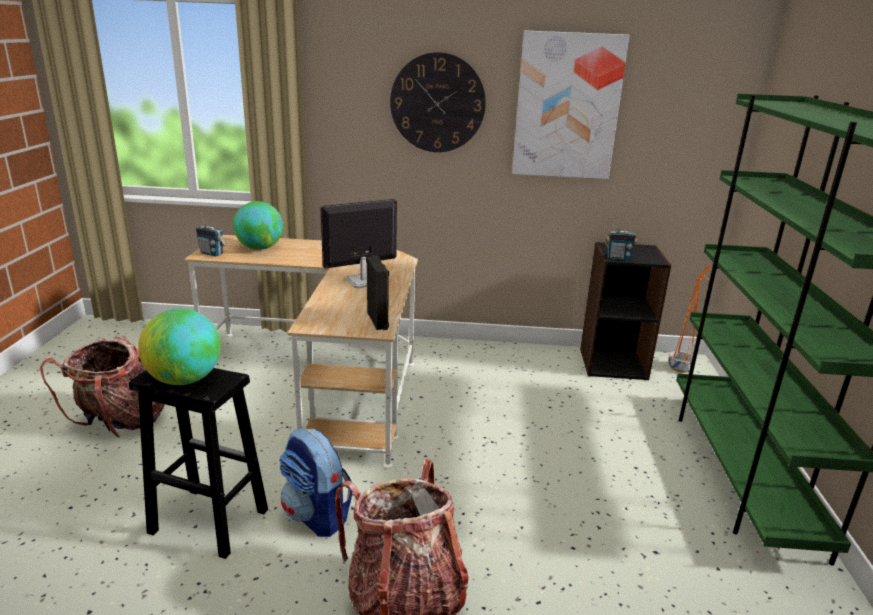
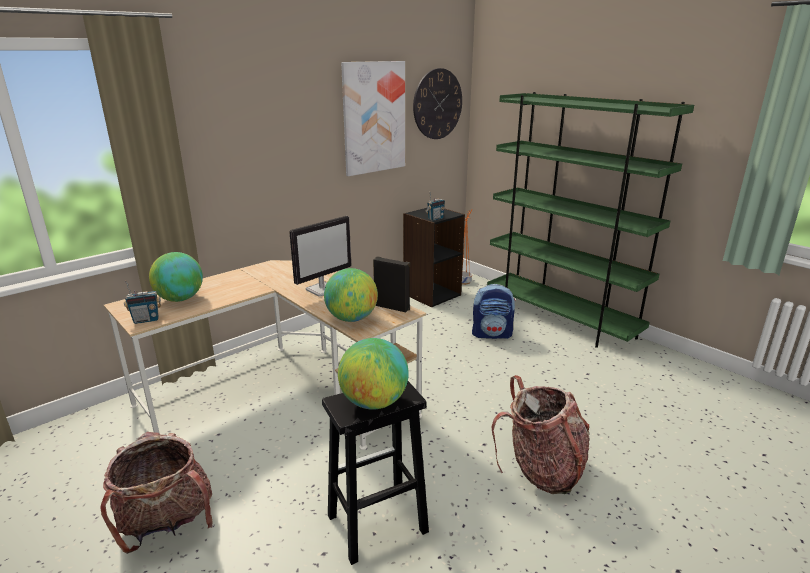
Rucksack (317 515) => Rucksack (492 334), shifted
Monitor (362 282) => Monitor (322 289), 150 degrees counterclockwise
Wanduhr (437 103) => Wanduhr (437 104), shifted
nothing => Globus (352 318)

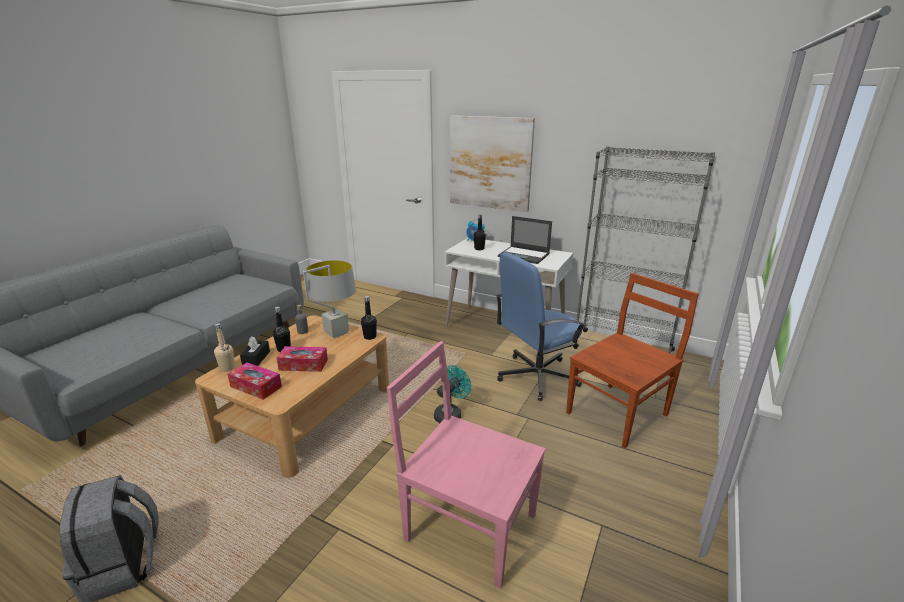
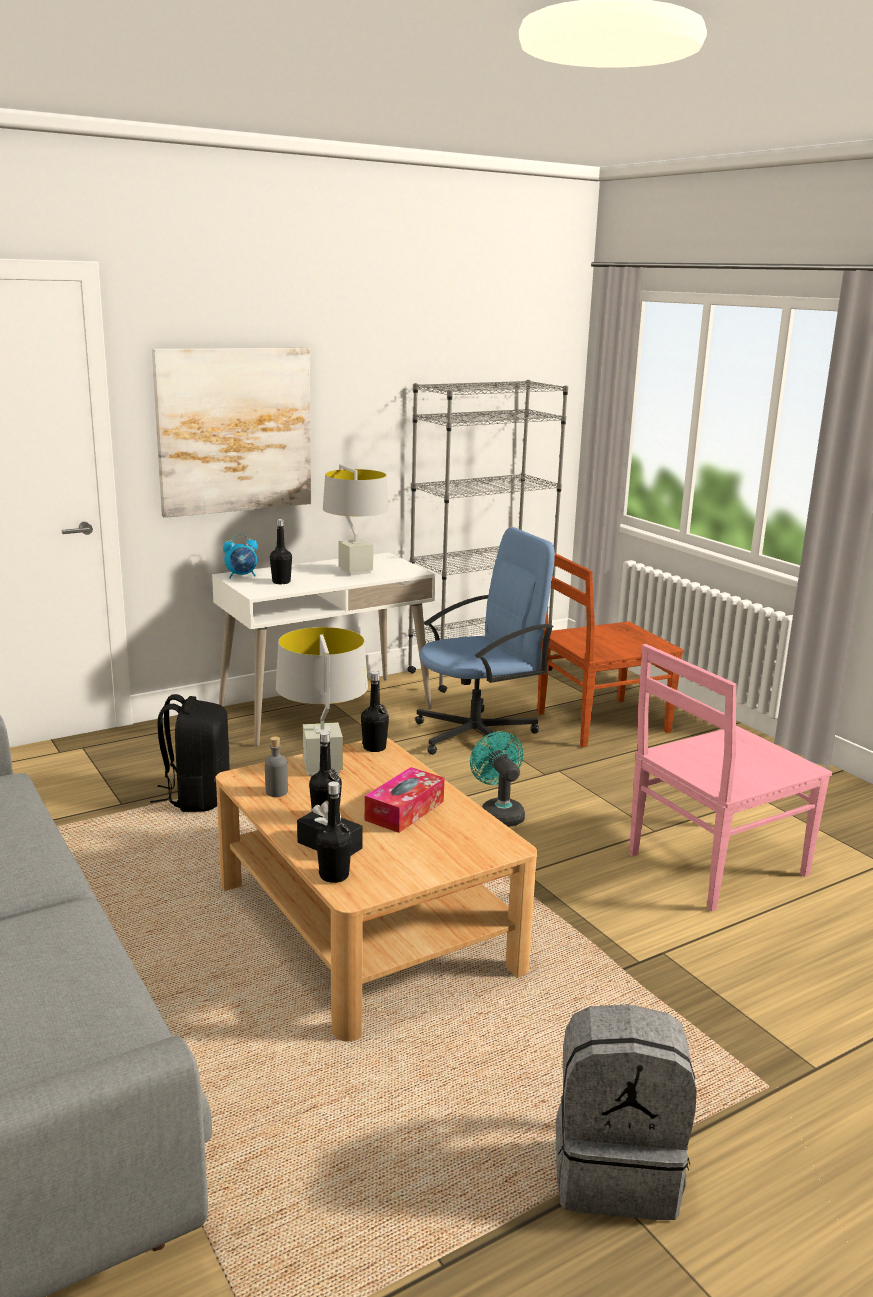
Flasche [beige] (227 368) => Flasche [schwarz] (334 875)
Taschentuchbox (256 386) => nothing
Bürostuhl [blau] (536 376) => Bürostuhl [blau] (477 735), 120 degrees counterclockwise
Laptop (524 255) => Tischlampe [grau] (355 571)
Stuhl [braun] (618 413) => Stuhl [braun] (599 723), 105 degrees counterclockwise
nothing => Rucksack [schwarz] (197 797)

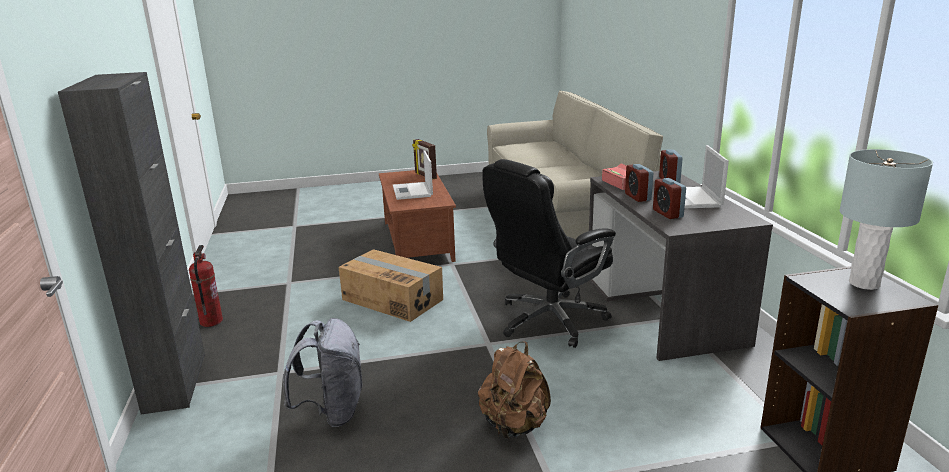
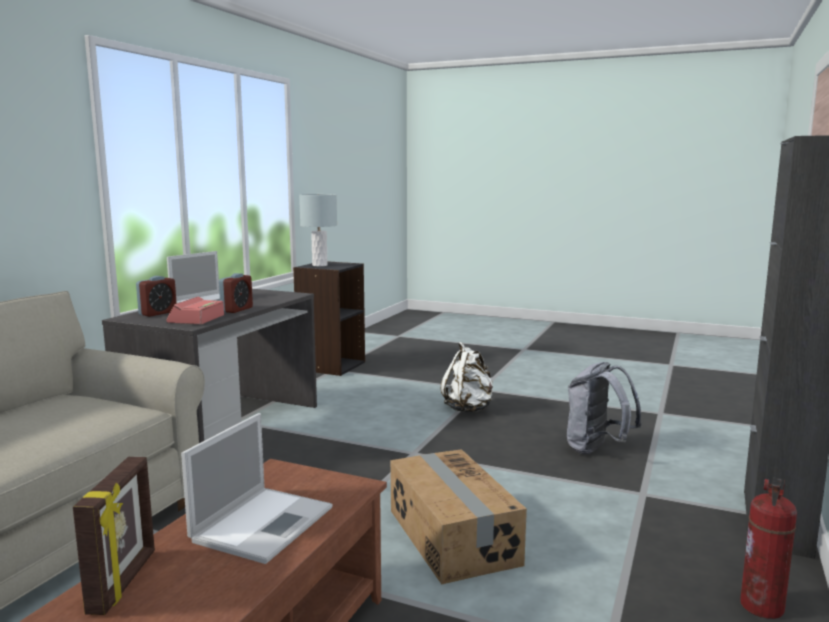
Rucksack [braun] (514 426) => Rucksack [weiß] (469 409)
Bürostuhl [schwarz] (548 320) => nothing
Wecker (667 213) => nothing

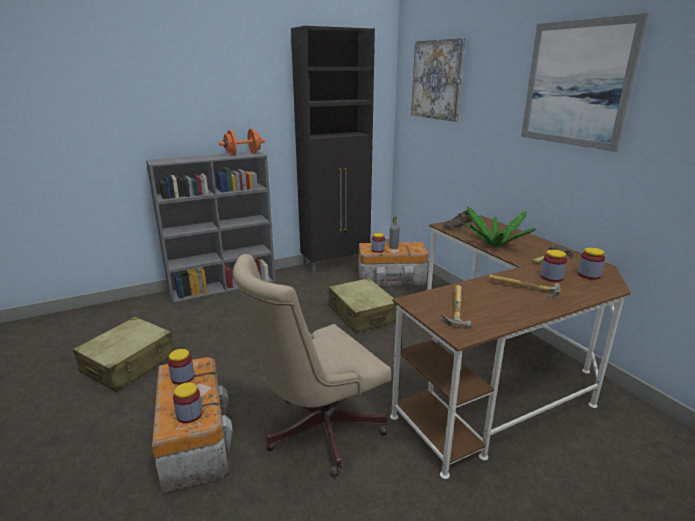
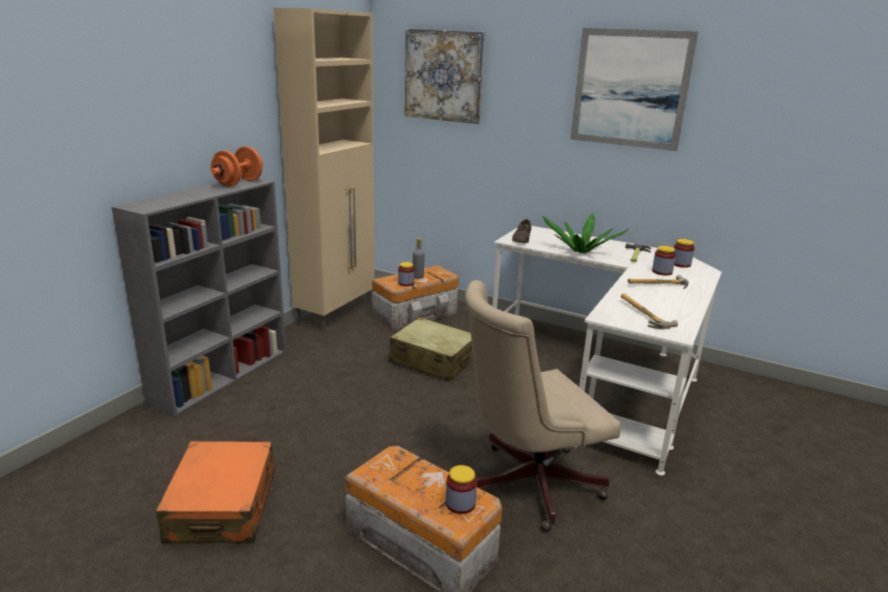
Koffer [beige] (129 364) => Koffer [orange] (223 506)
Vorratsglas (183 377) => nothing
Bürostuhl [beige] (316 431) => Bürostuhl [beige] (526 484), 45 degrees clockwise
Schrank [schwarz] (336 265) => Schrank [beige] (336 314)
Schreibtisch [braun] (495 370) => Schreibtisch [weiß] (604 375)

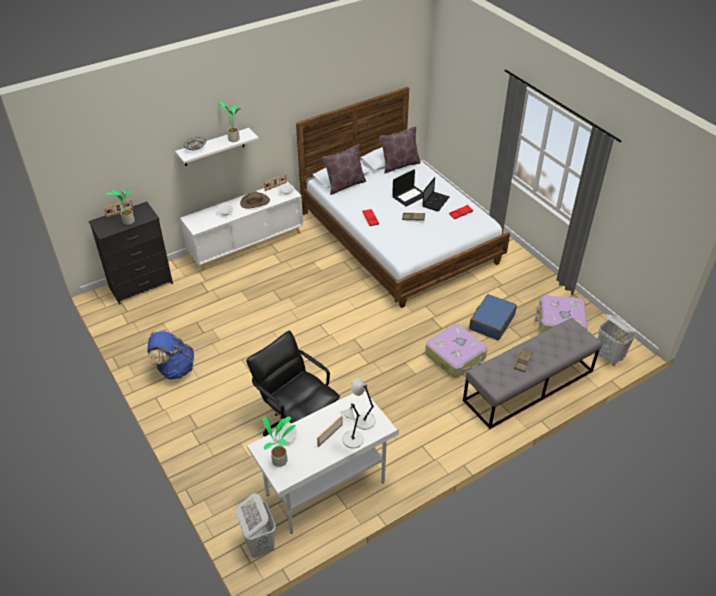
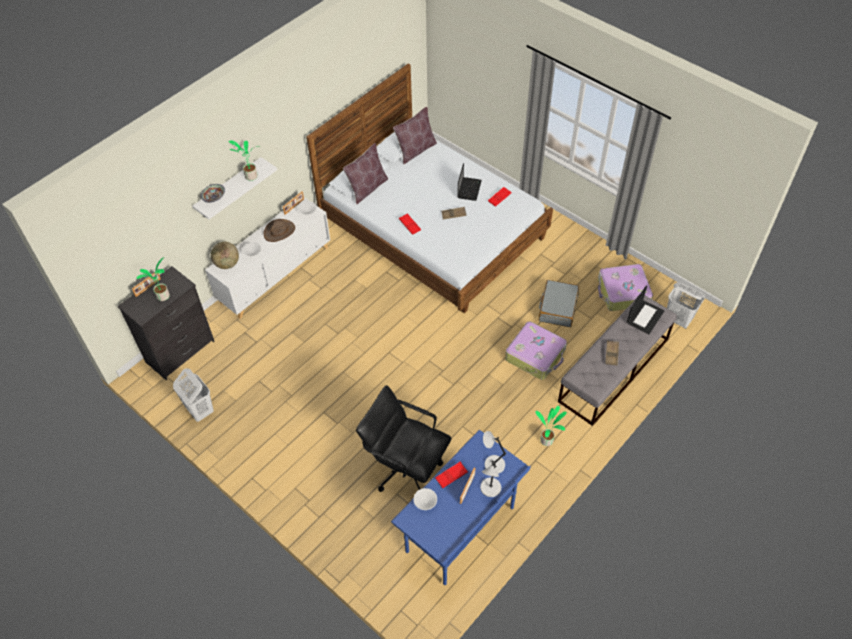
Rucksack [blau] (174 368) => nothing
Wäschekorb [weiß] (259 544) => Wäschekorb [weiß] (200 410), shifted
Schreibtisch [weiß] (326 489) => Schreibtisch [blau] (460 530)
Topfpflanze (281 461) => Topfpflanze (547 440), shifted
Laptop (409 196) => Laptop (645 316), shifted
Koffer [blau] (491 322) => Koffer [grau] (557 308)
nothing => Globus (227 264)
nothing => Tablett [rot] (451 476)

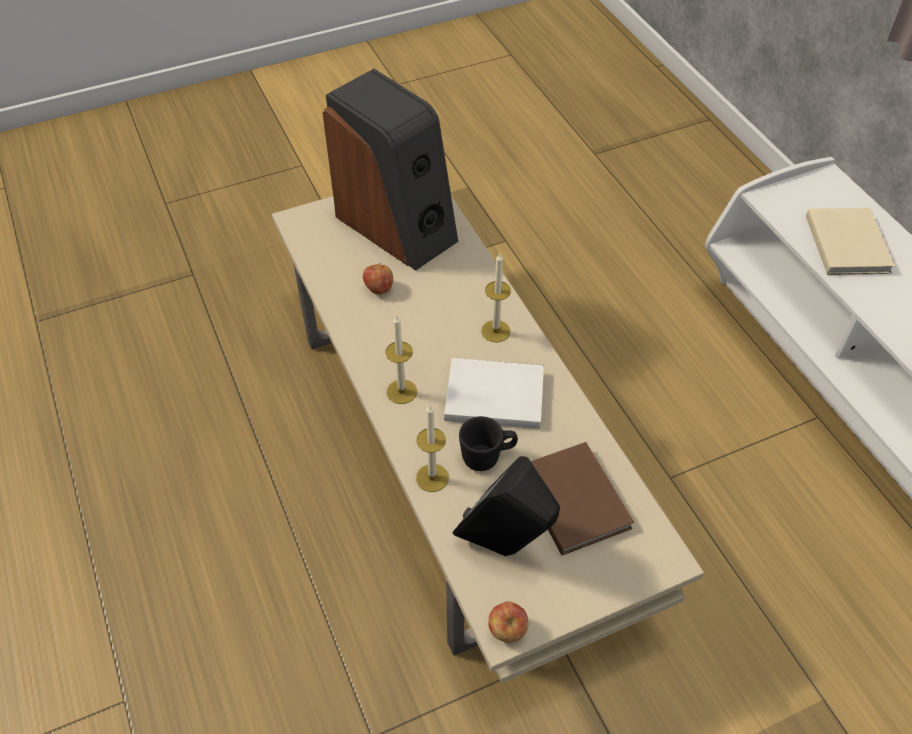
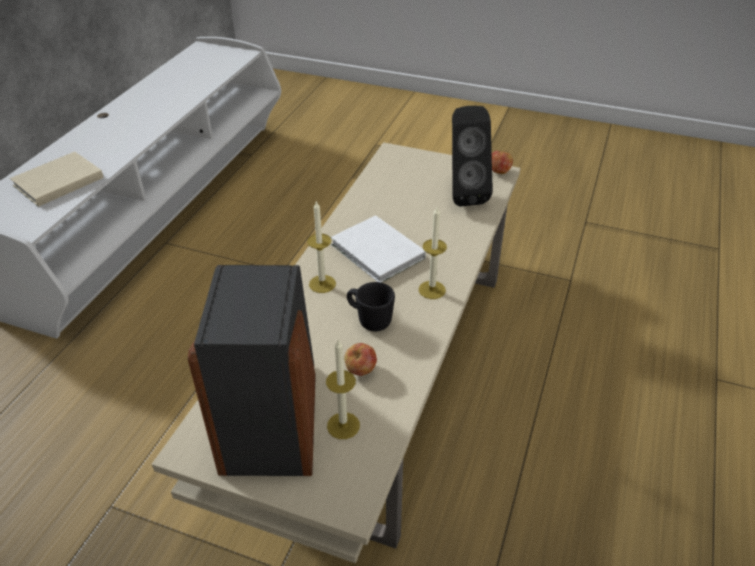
Kerze (432 477) => Kerze (343 425), shifted
Henkelbecher [schwarz] (487 457) => Henkelbecher [schwarz] (369 320), shifted
Buch [braun] (573 497) => nothing

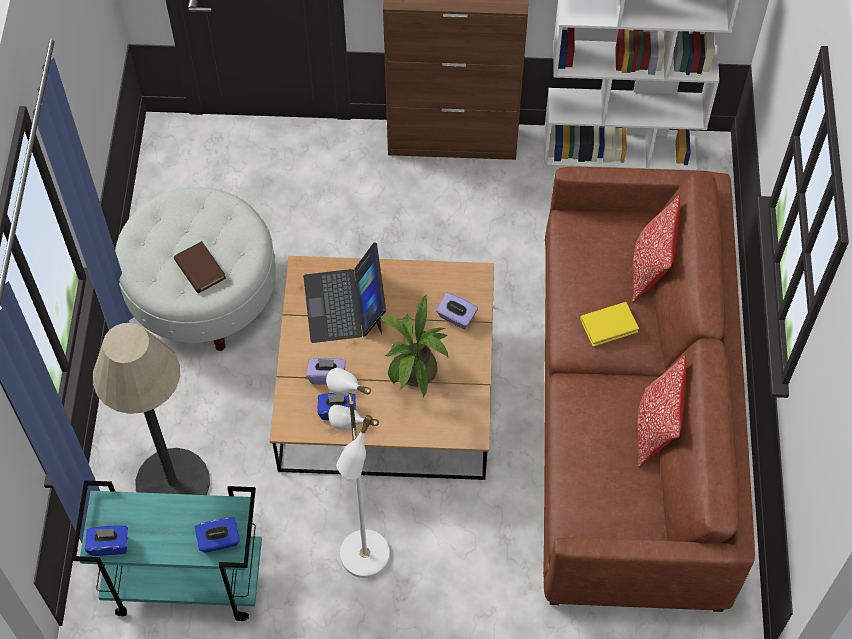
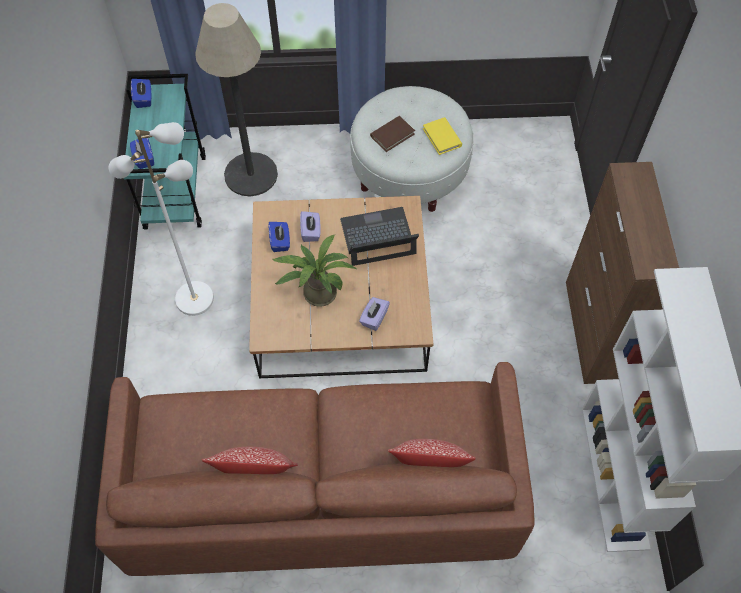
Buch [gelb] (608 325) => Buch [gelb] (442 137), shifted

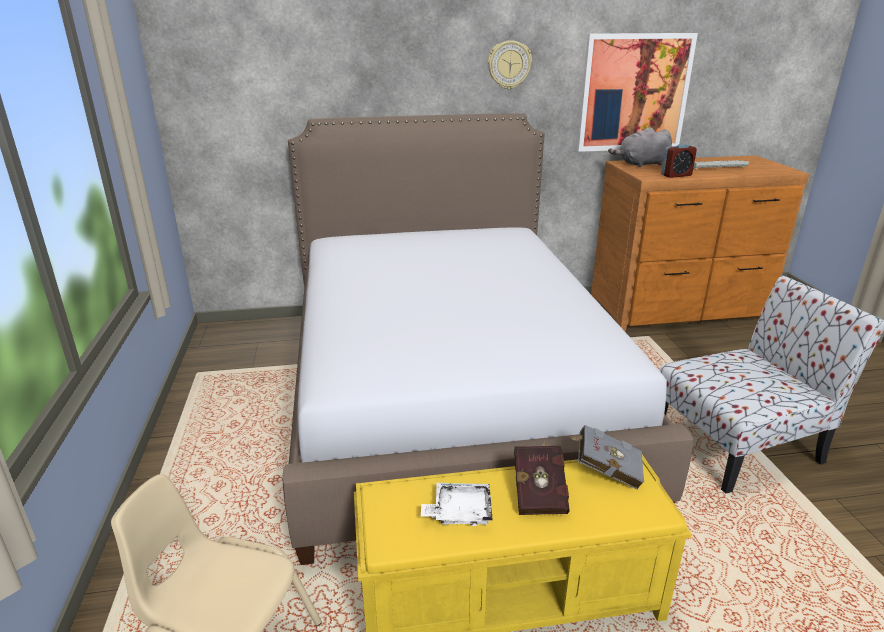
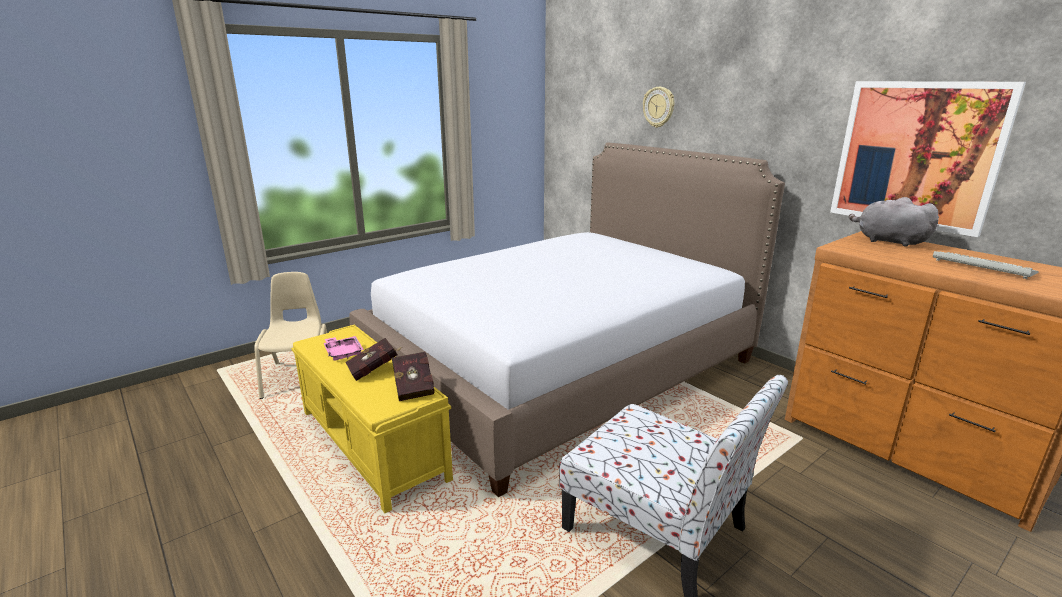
Tablett [weiß] (459 512) => Tablett [rosa] (343 353)
Wanduhr (509 65) => Wanduhr (659 107), shifted
Buch [grau] (604 470) => Buch [rot] (414 387)
Wecker (676 175) => nothing

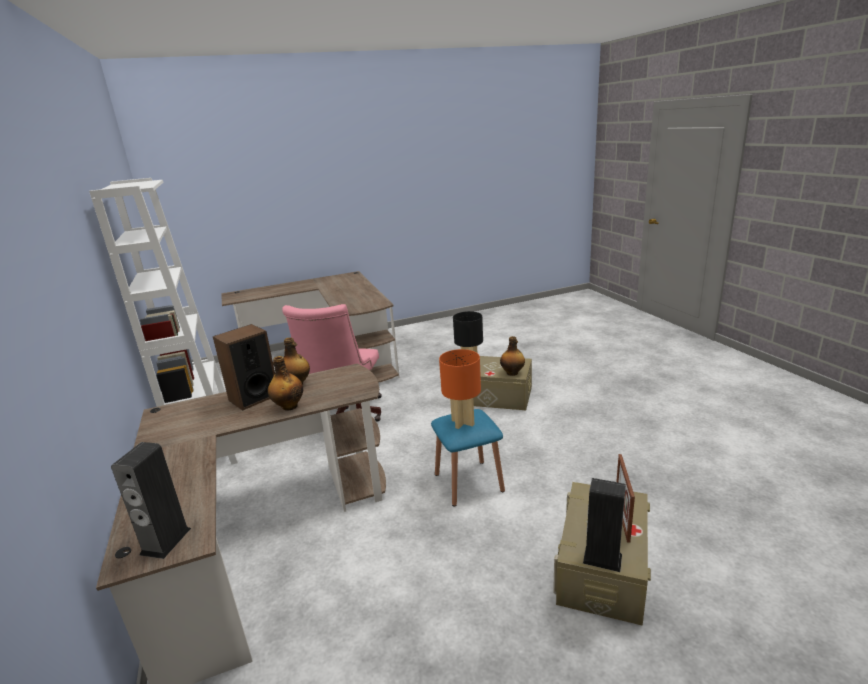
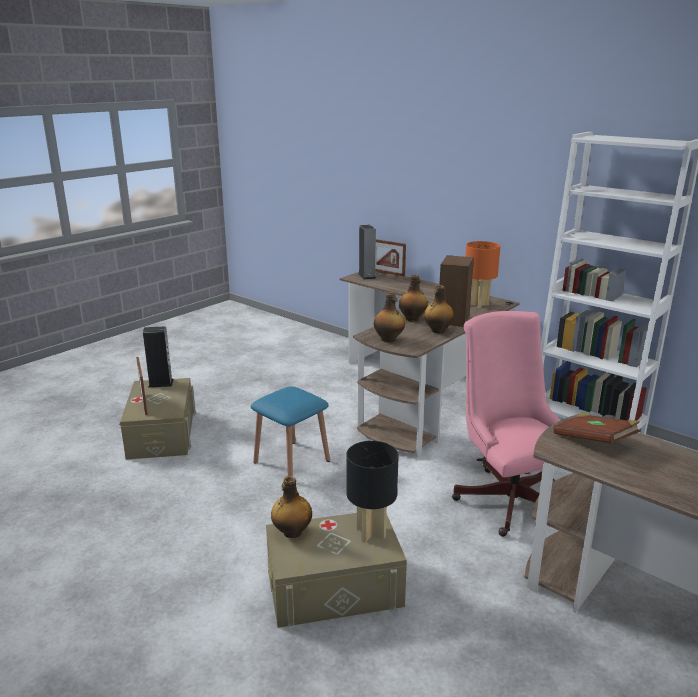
Tischlampe [orange] (462 422) => Tischlampe [orange] (478 304), shifted
nothing => Flasche (388 340)
nothing => Bilderrahmen (387 273)
nothing => Buch [braun] (594 441)

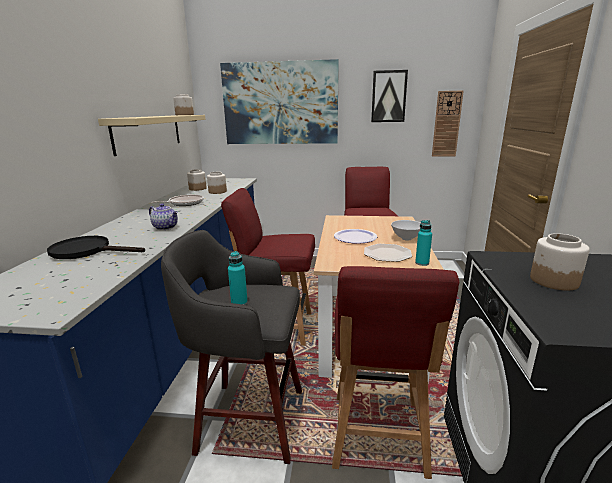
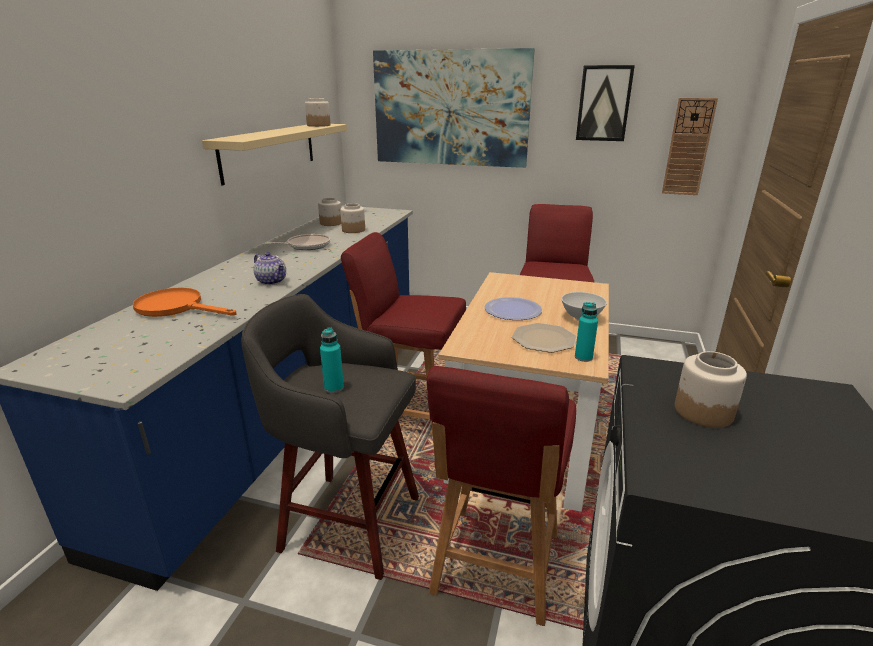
Pfanne [schwarz] (88 251) => Pfanne [orange] (177 307)

